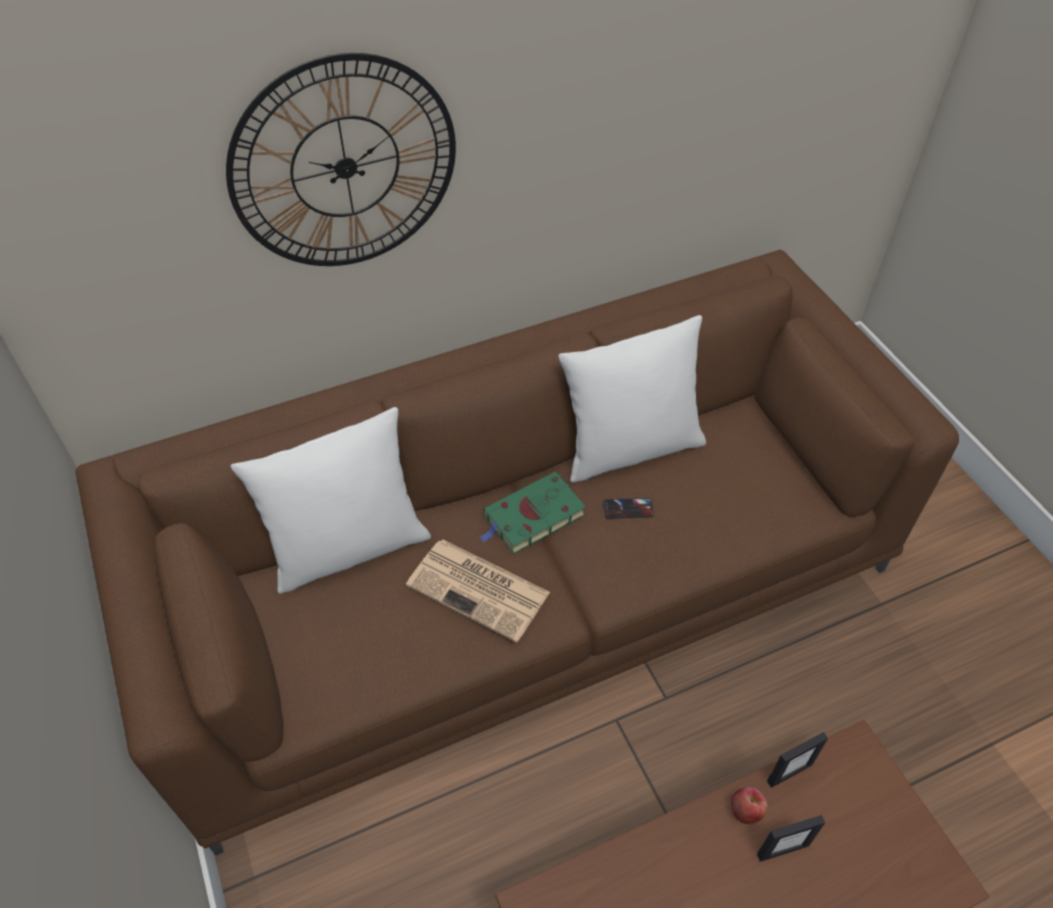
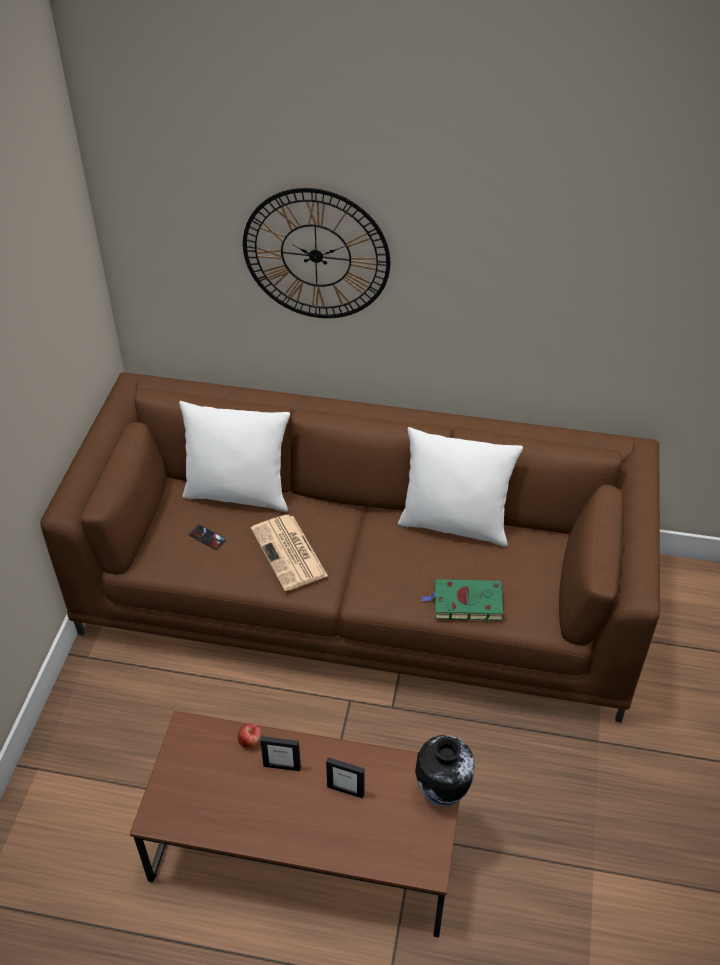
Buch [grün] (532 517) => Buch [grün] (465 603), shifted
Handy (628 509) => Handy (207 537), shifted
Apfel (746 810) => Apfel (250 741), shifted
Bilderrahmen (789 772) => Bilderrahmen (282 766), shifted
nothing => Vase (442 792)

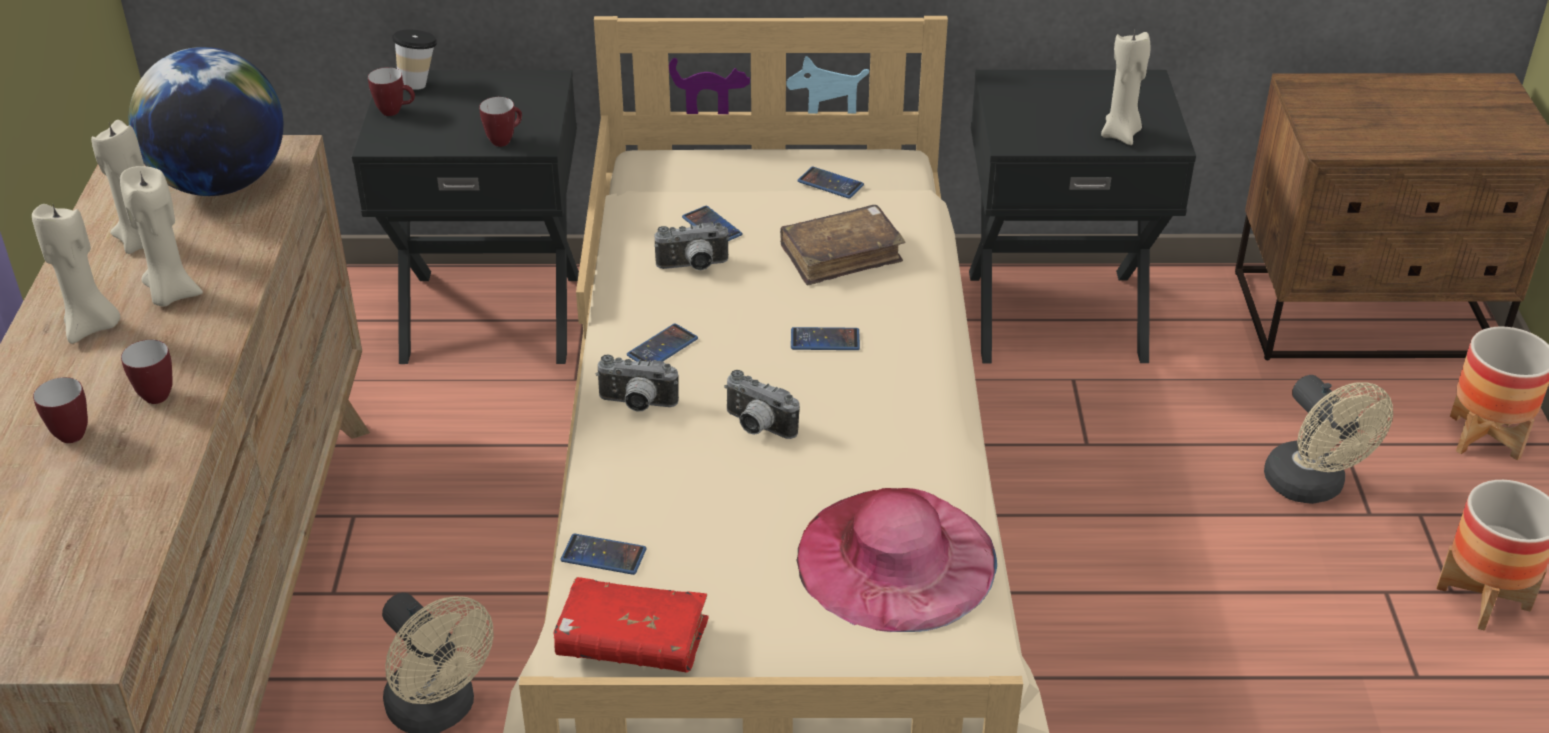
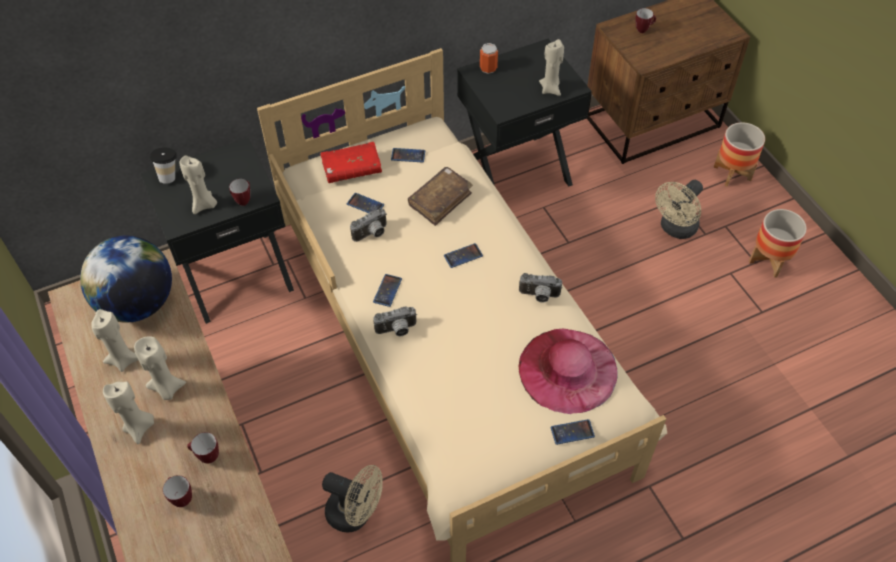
Henkelbecher (395 112) => Henkelbecher (643 29), shifted
Buch [rot] (632 641) => Buch [rot] (352 169), shifted
Handy (603 555) => Handy (572 432), shifted
Kamera (756 427) => Kamera (539 296), shifted
Ventilator [beige] (1312 488) => Ventilator [beige] (675 229), 90 degrees clockwise
nothing => Kerze [beige] (204 205)
nothing => Dose (488 68)

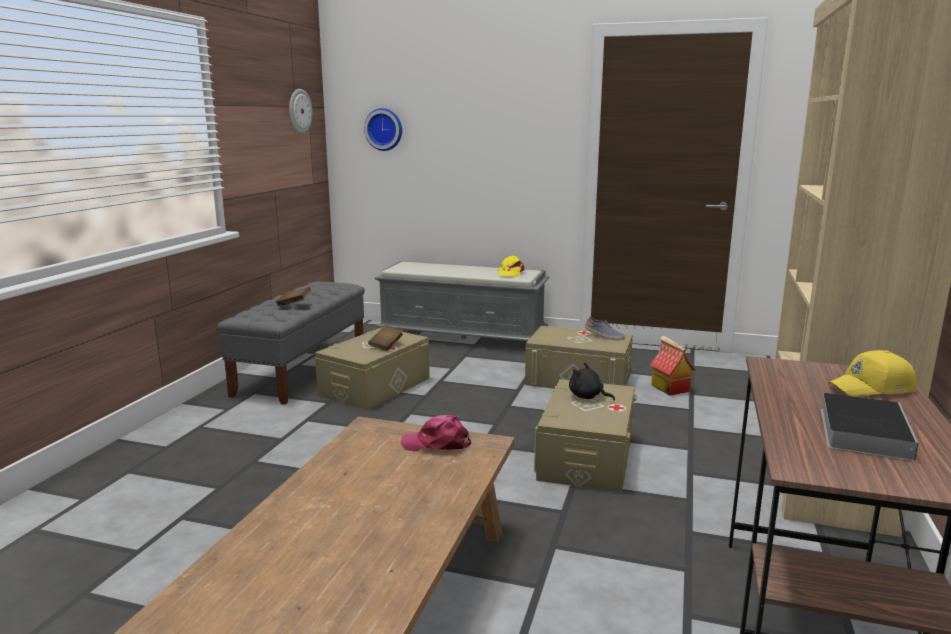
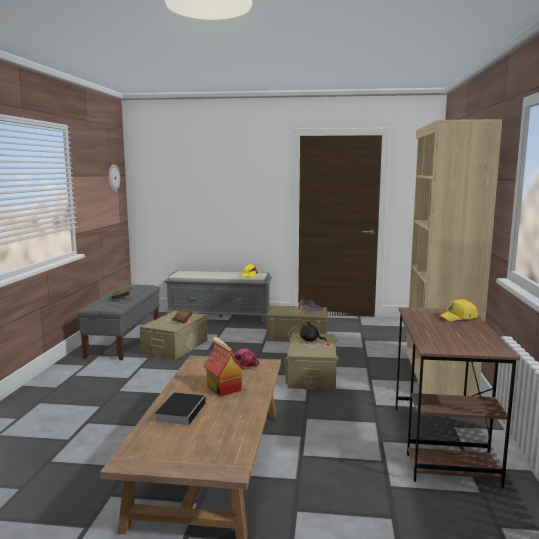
Wanduhr (384 129) => nothing
Spielzeughaus (669 388) => Spielzeughaus (223 388), shifted
Buch (862 431) => Buch (181 411), shifted

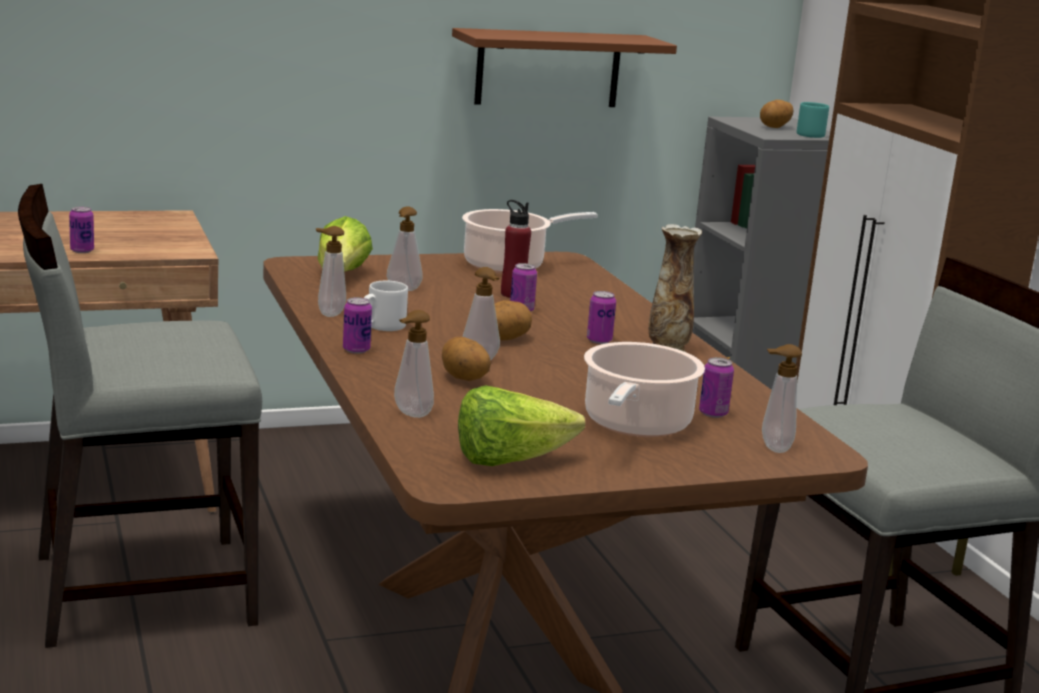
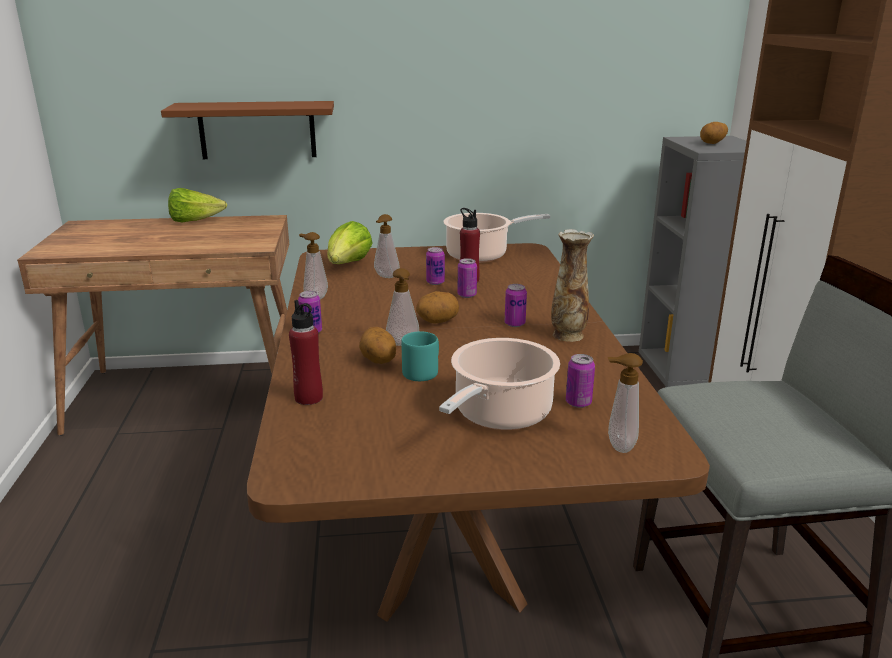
Stuhl [grau] (141 588) => nothing
Dose (82 251) => Dose (435 282), shifted
Henkelbecher [weiß] (382 326) => nothing
Seifenspender (410 414) => Flasche [rot] (309 398)
Wandregal [braun] (548 68) => Wandregal [braun] (257 130), shifted
Salatkopf (509 461) => Salatkopf (195 221), shifted
Henkelbecher [türkis] (811 134) => Henkelbecher [türkis] (423 372), shifted

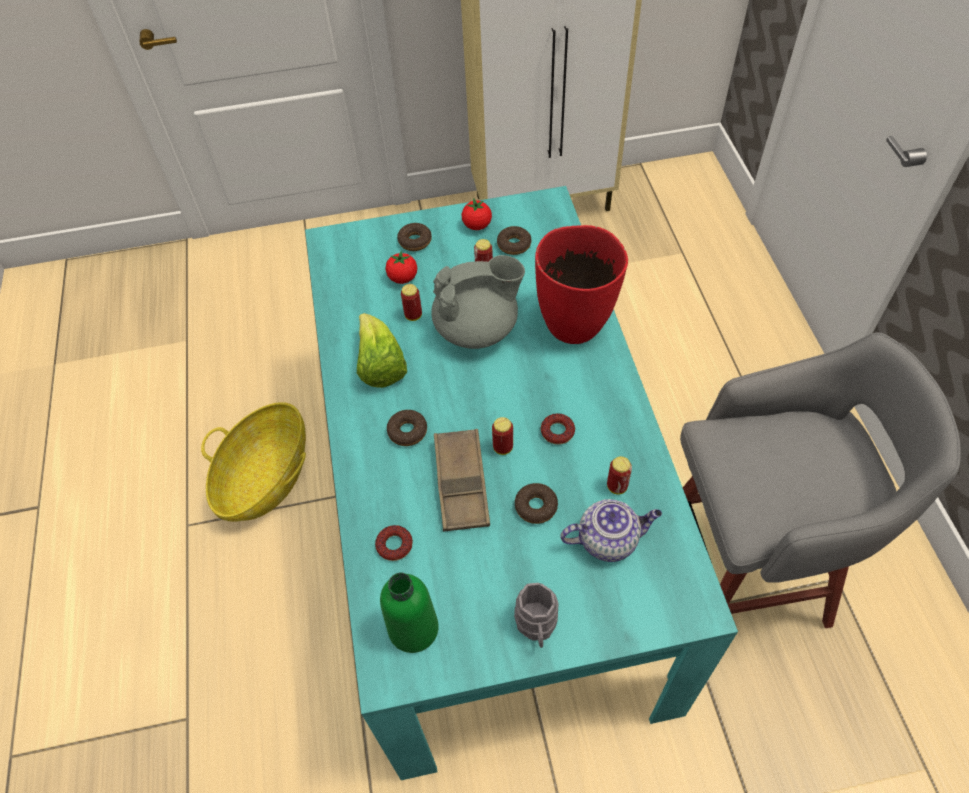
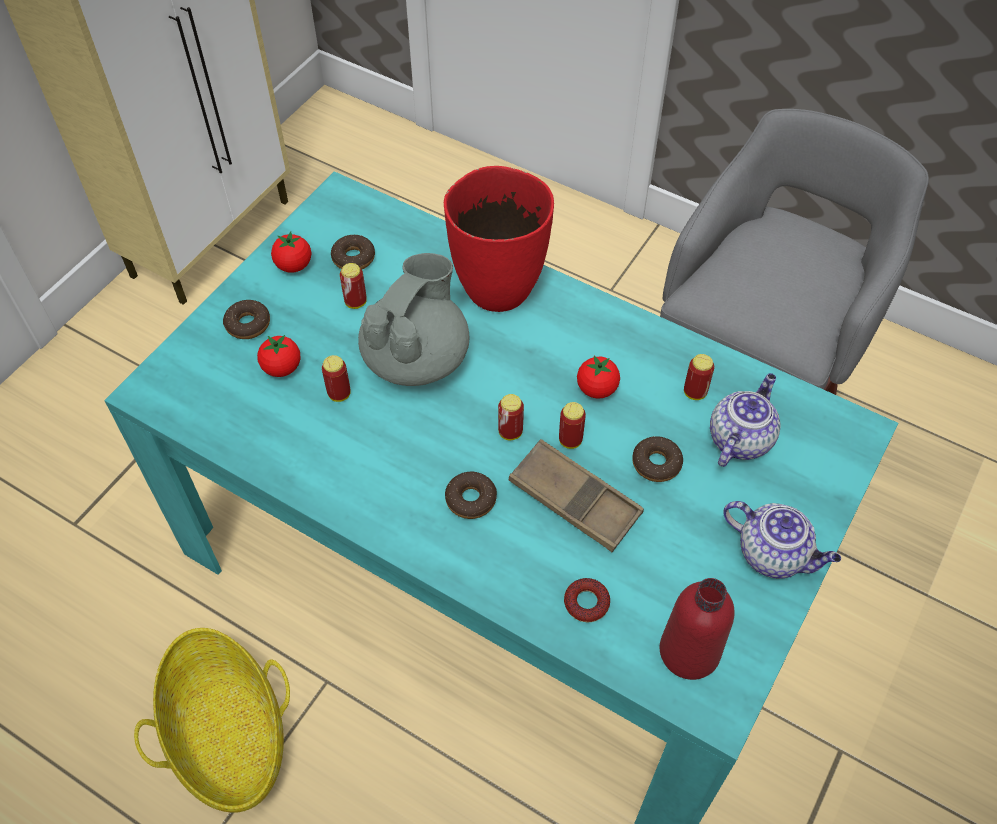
Salatkopf (380 366) => nothing
Flasche [grün] (413 629) => Flasche [rot] (689 651)
Henkelbecher [grau] (536 627) => Teekanne (773 554)
Donut (557 431) => Tomate (597 389)
nothing => Dose (510 432)

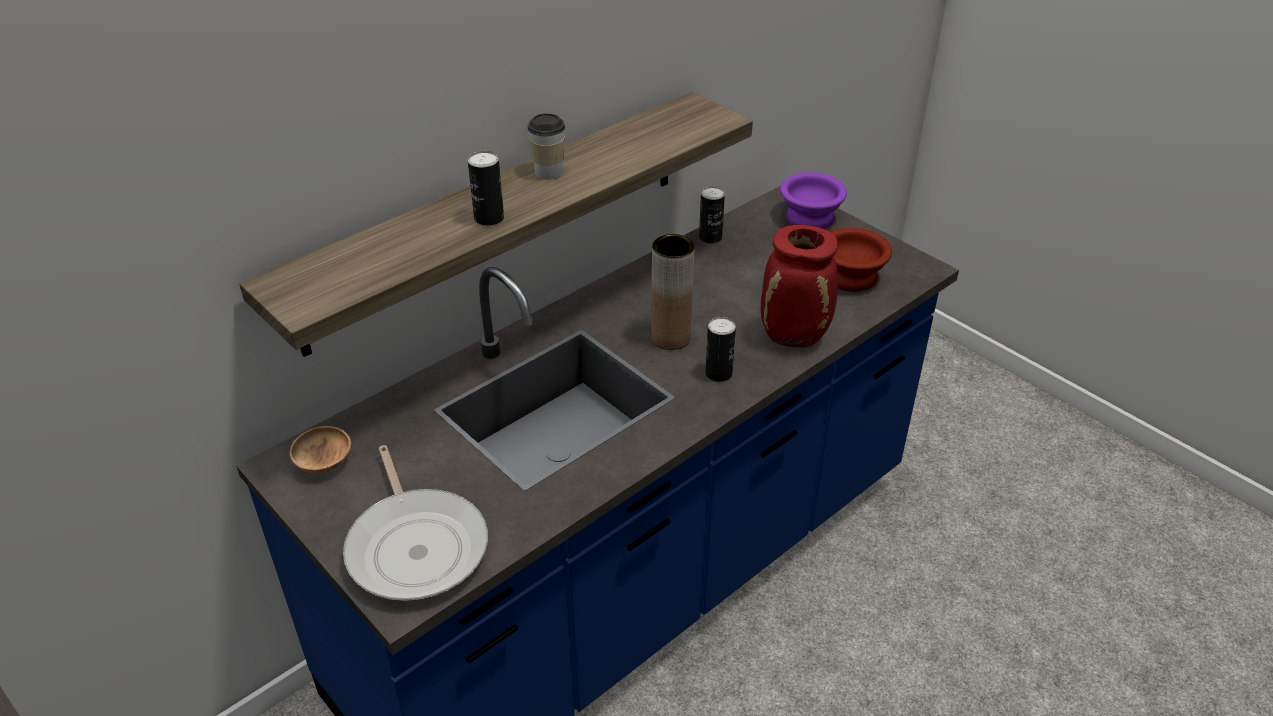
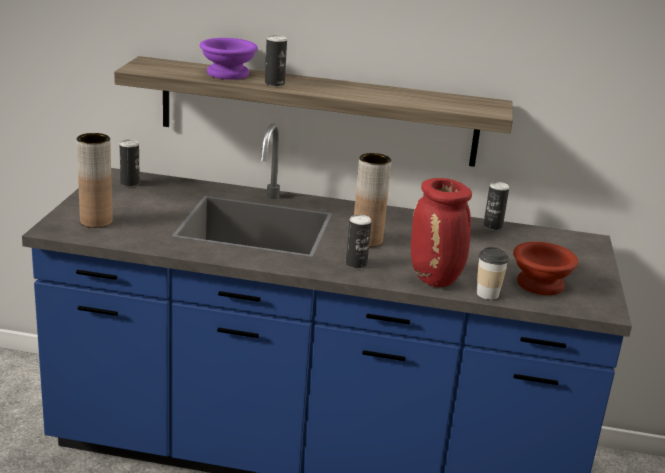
Schüssel [braun] (324 462) => Dose (130 183)
Pfanne (416 546) => Vase [braun] (96 221)
Tasse (549 172) => Tasse (487 294), shifted
Schüssel [lila] (808 217) => Schüssel [lila] (228 73), shifted

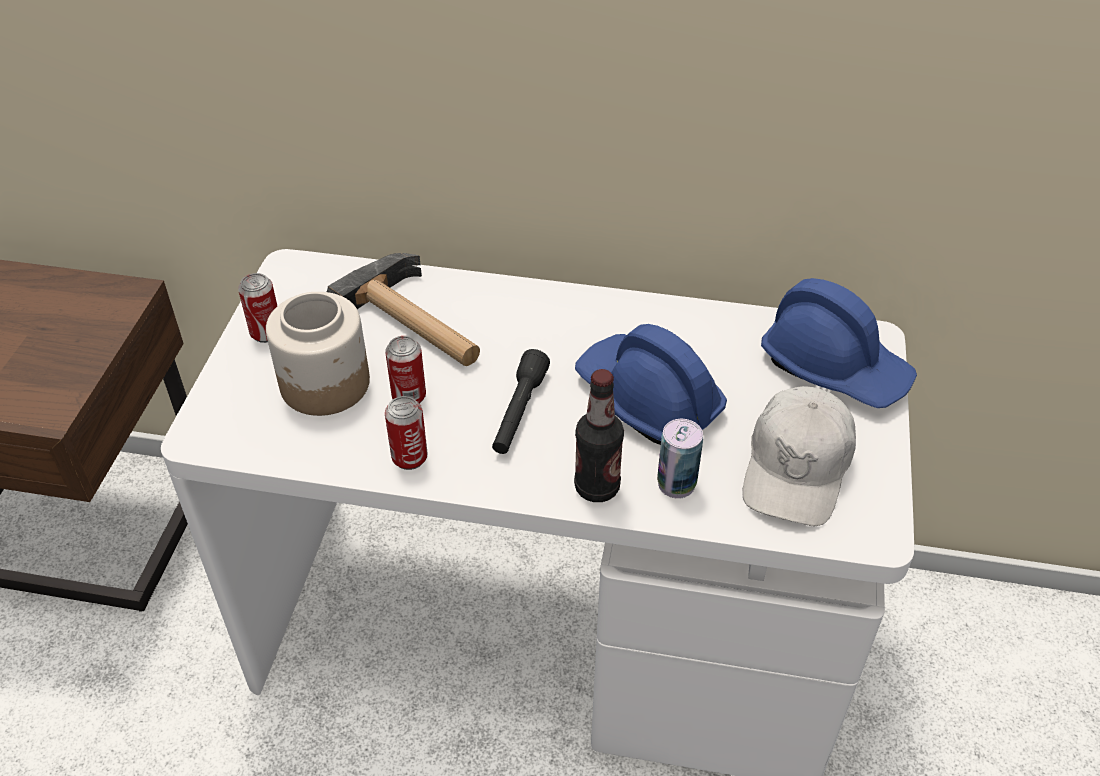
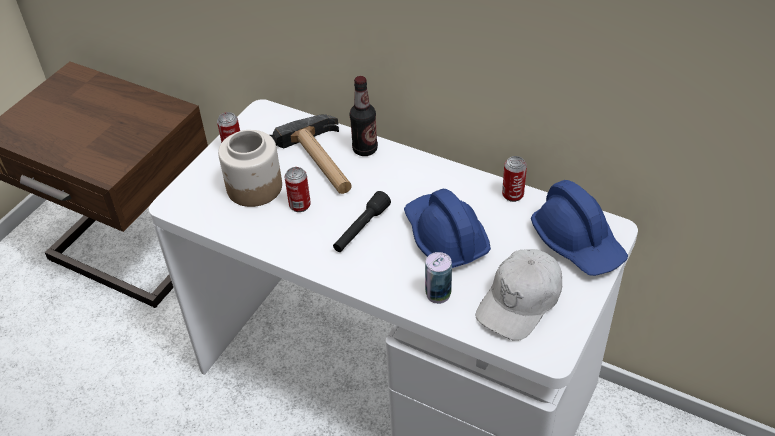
Dose (409 458) => Dose (512 195), shifted
Flasche (597 487) => Flasche (365 149), shifted

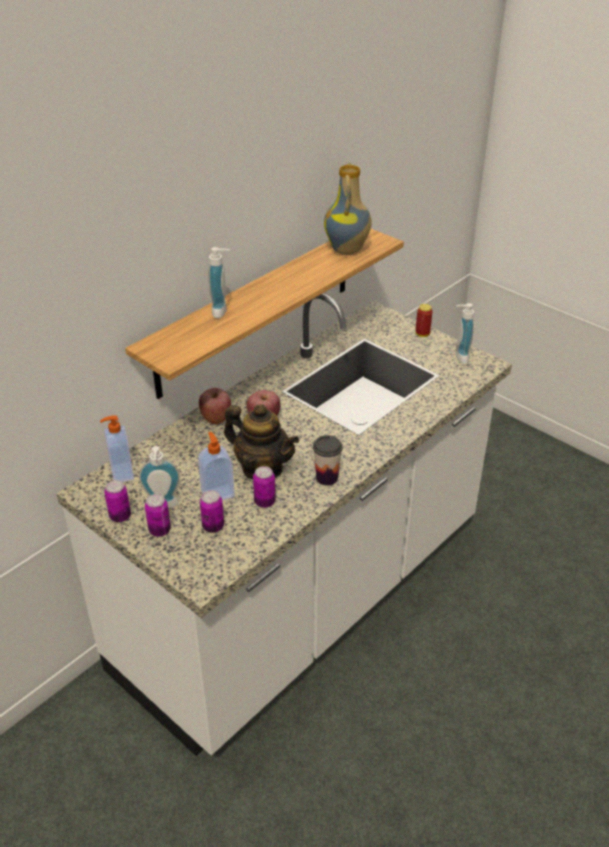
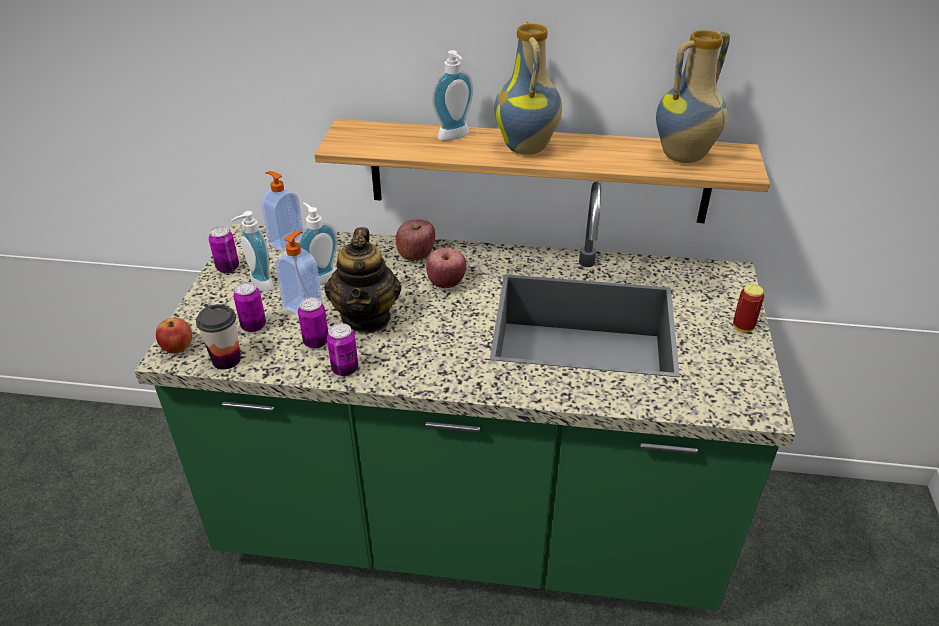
Küchenzeile [weiß] (304 597) => Küchenzeile [grün] (469 522)
Dose (159 530) => Dose (345 369), shifted
Tasse (327 478) => Tasse (226 360), shifted
Seifenspender (459 357) => Seifenspender (320 277), shifted
nothing => Apfel (178 348)
nothing => Vase (528 148)

